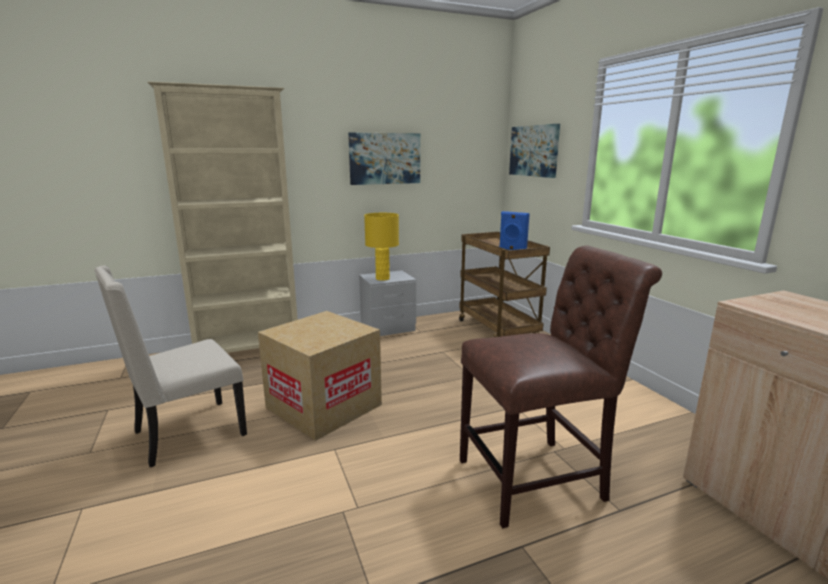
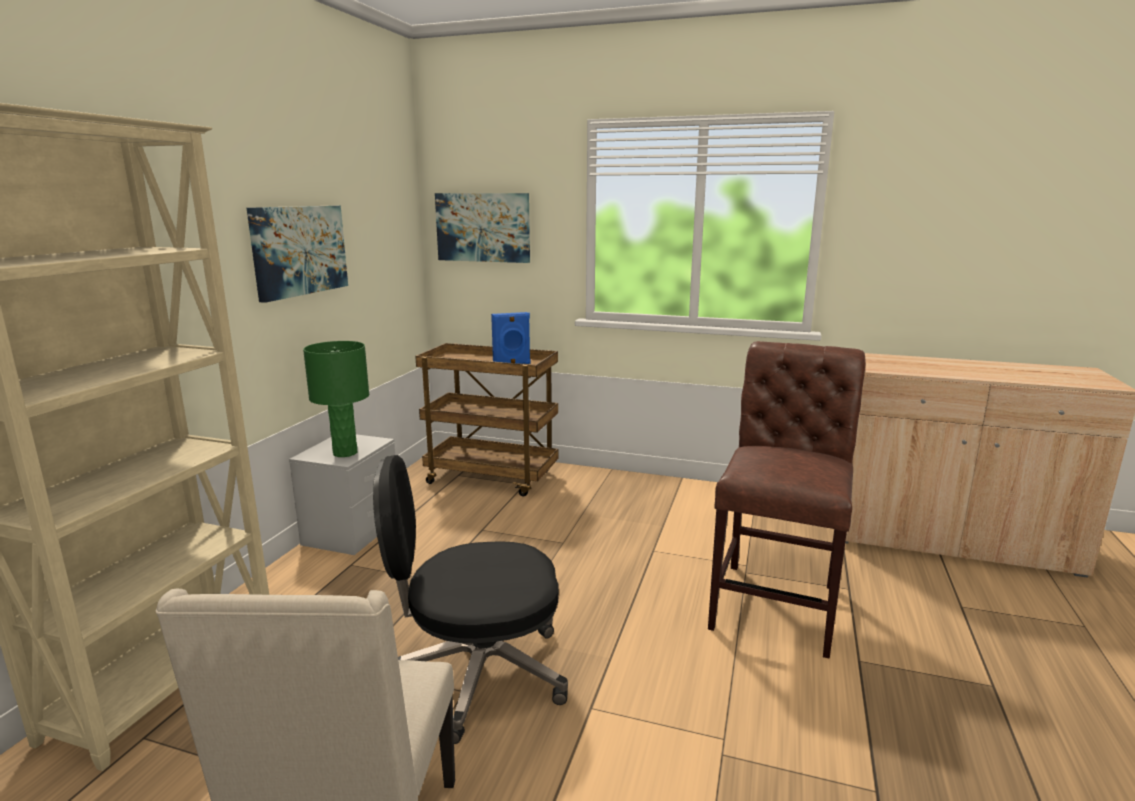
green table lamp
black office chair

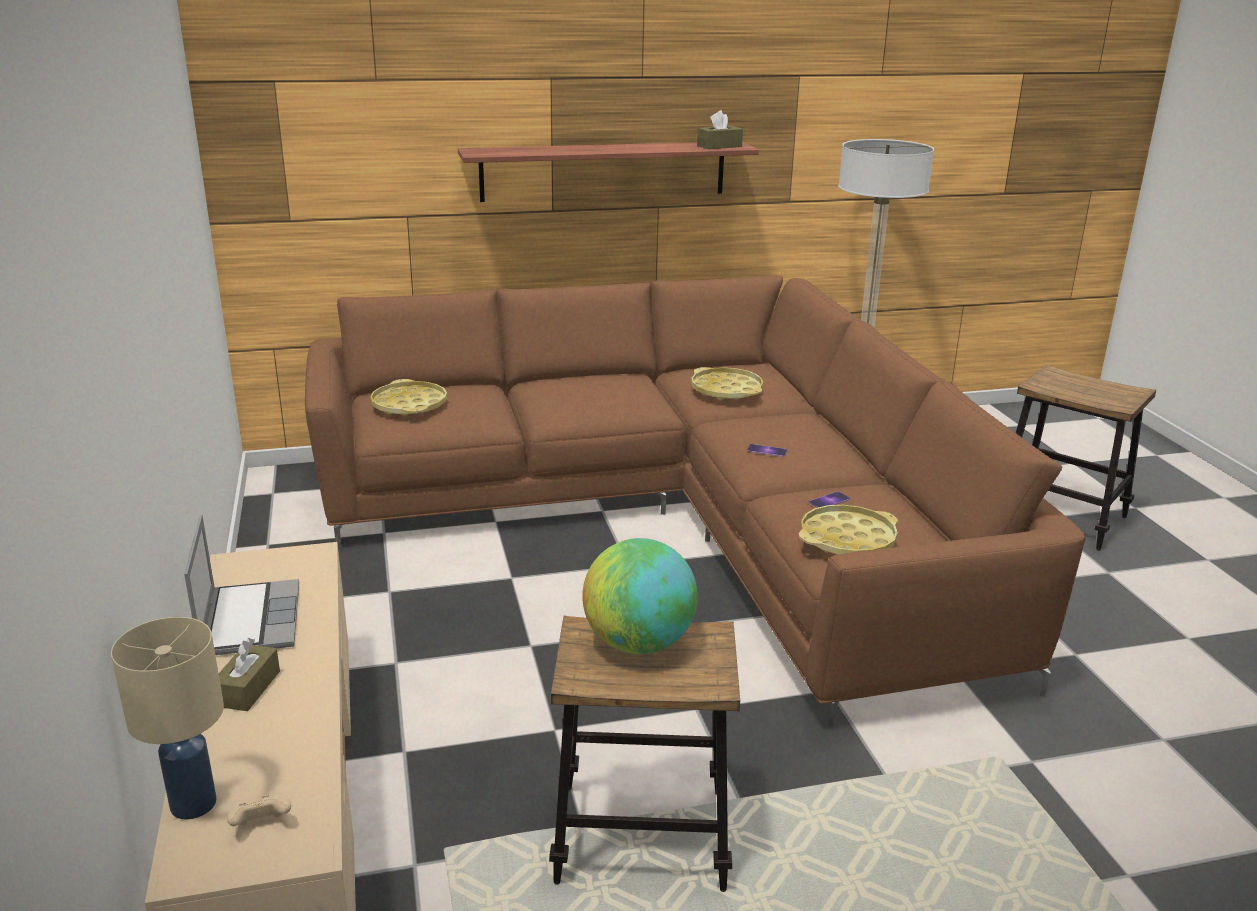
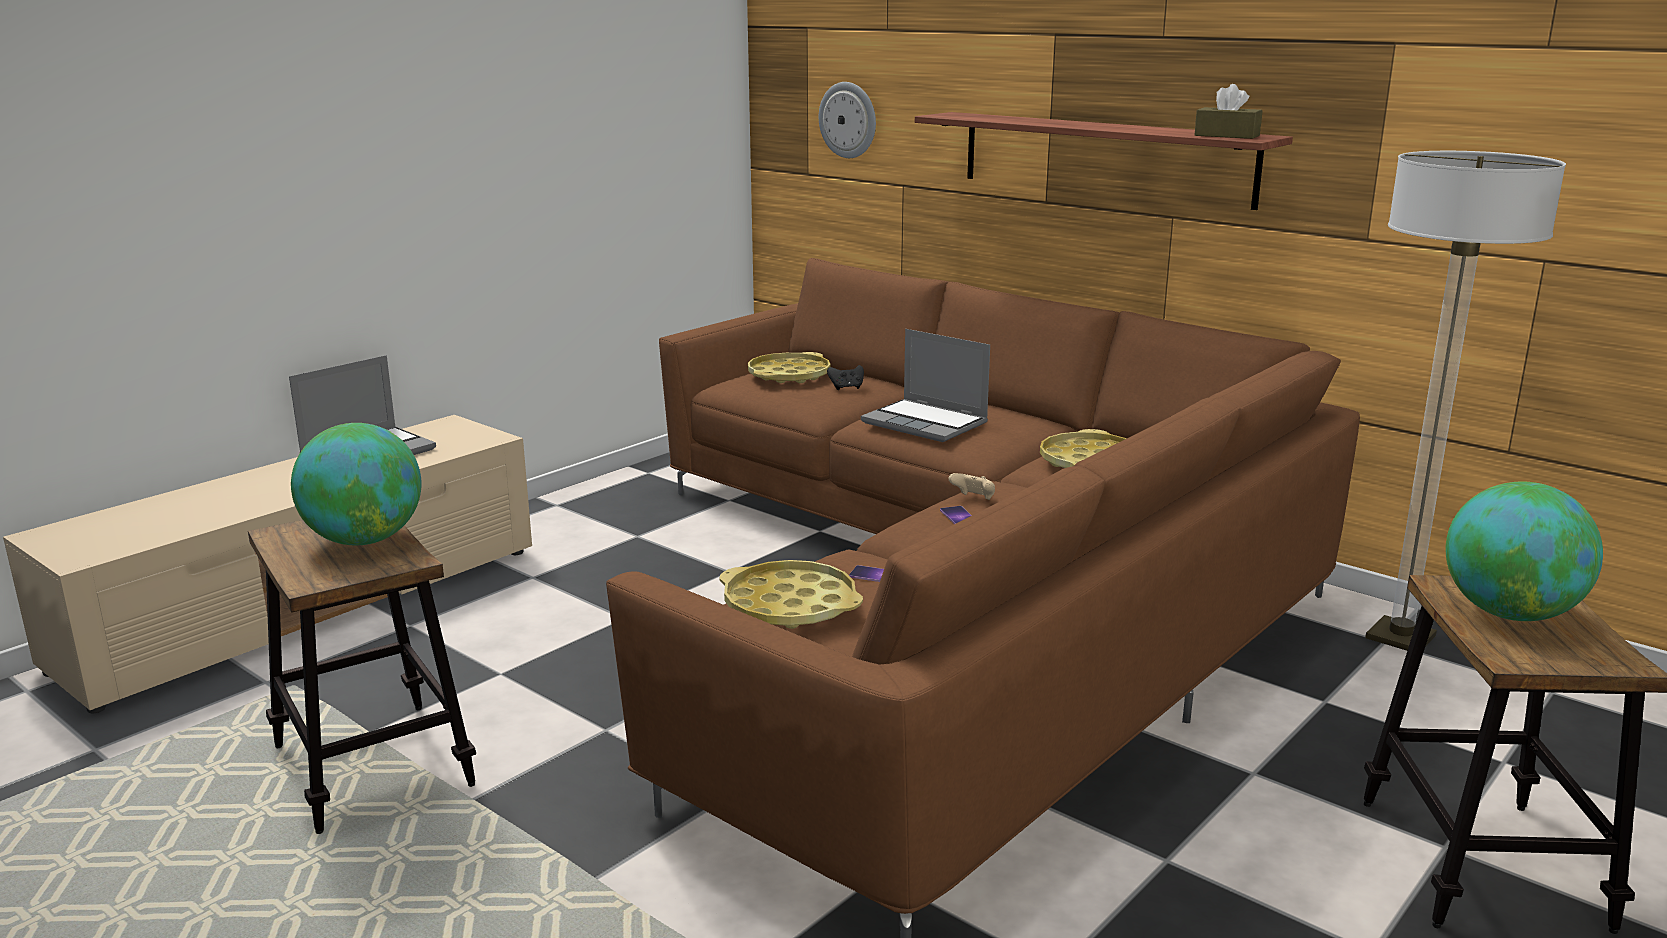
beige table lamp
brown tissue box (no. 1 from left in the first image)
beige game controller
wall clock
laptop (no. 2 from left)
black game controller
globe (no. 2 from left)

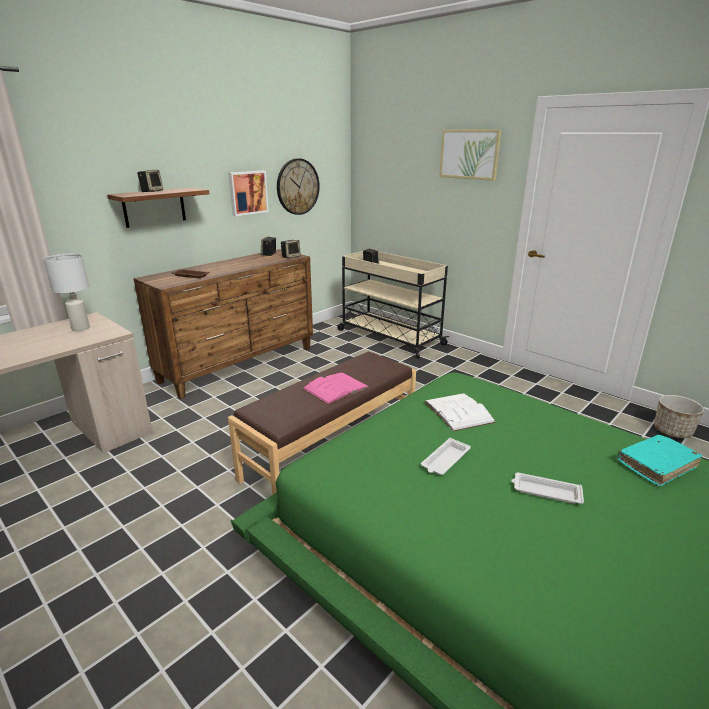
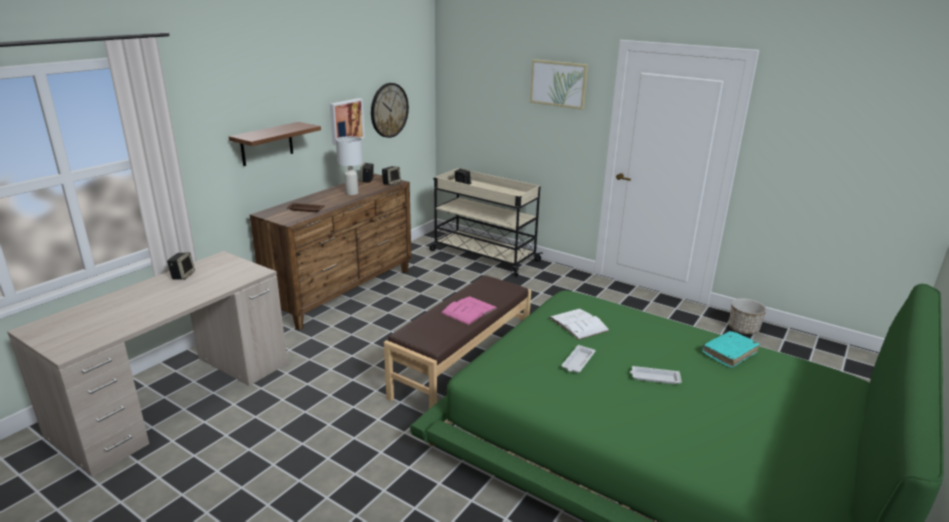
speaker (no. 1 from left)
white table lamp

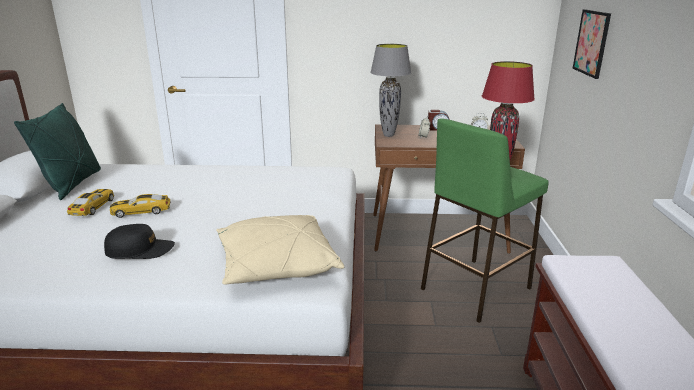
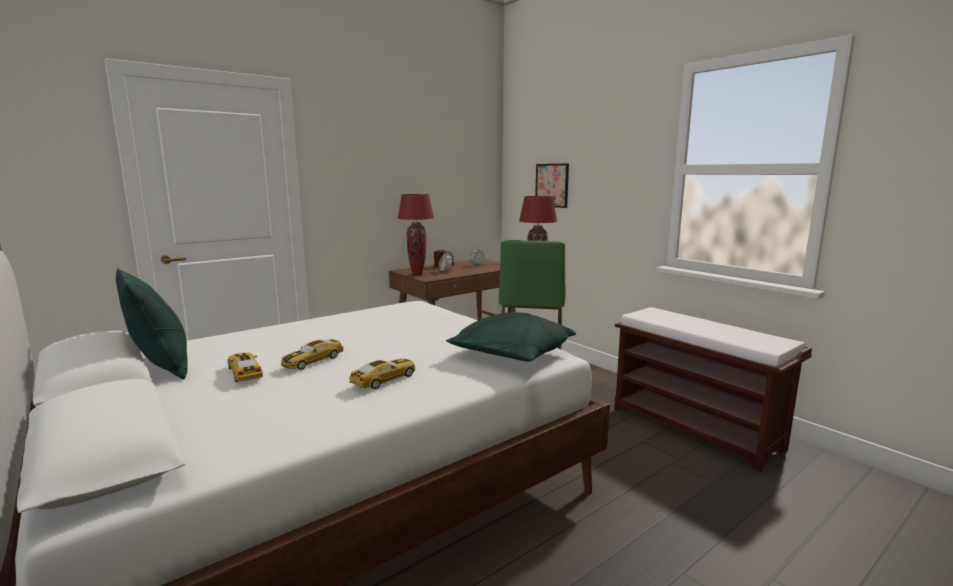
red table lamp (no. 1 from left)
green pillow (no. 2 from left)
toy car (no. 3 from left)

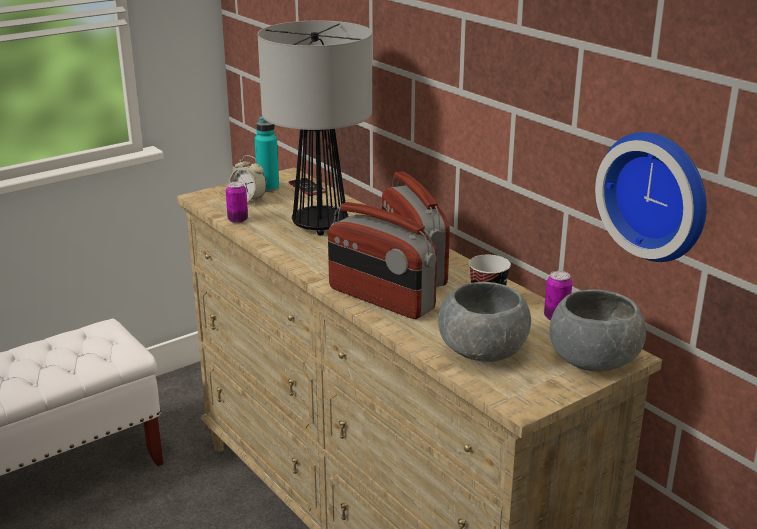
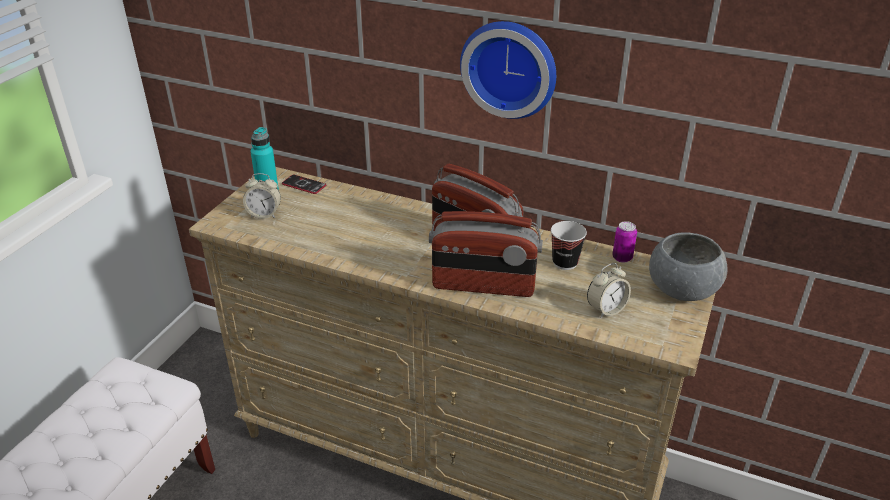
table lamp
wall clock
can (no. 1 from left in the first image)
alarm clock (no. 2 from left)

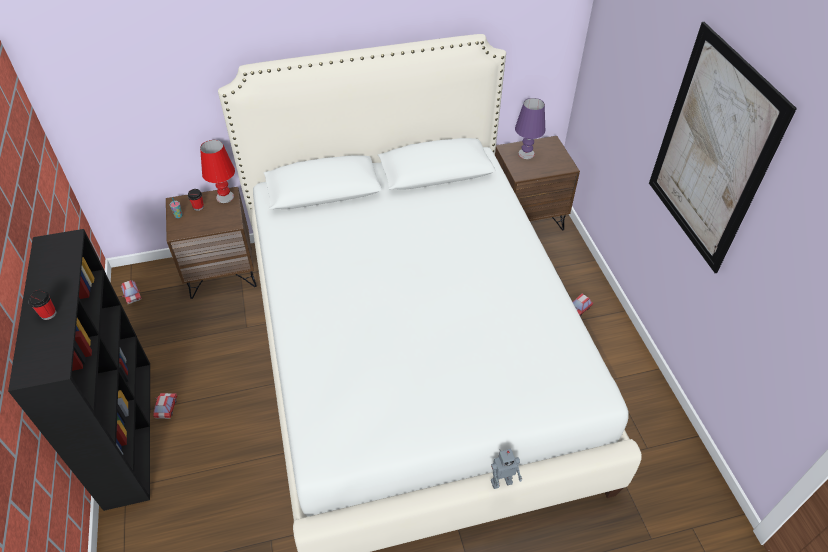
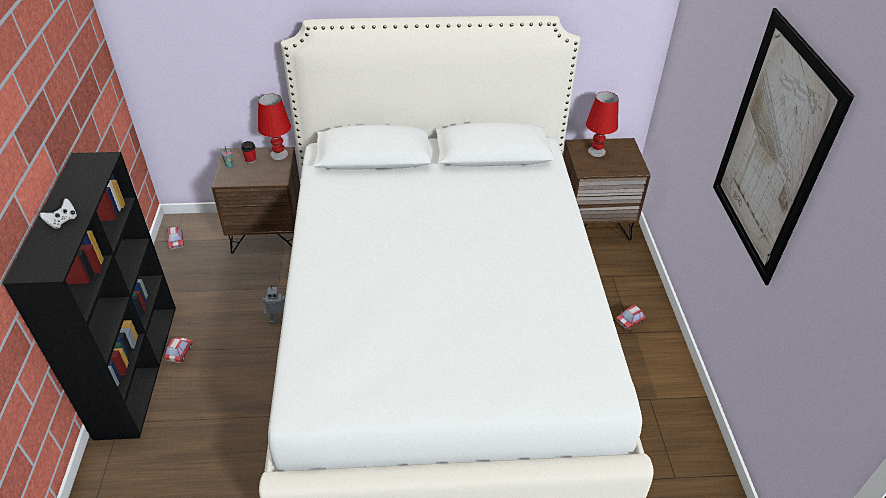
red table lamp (no. 2 from left)
white game controller
toy robot

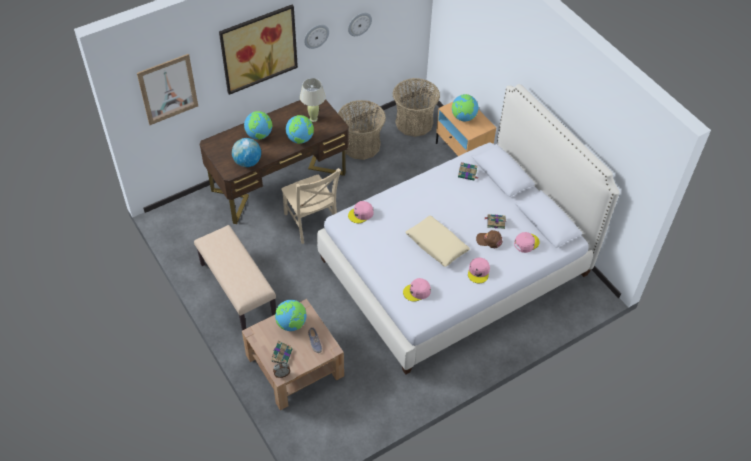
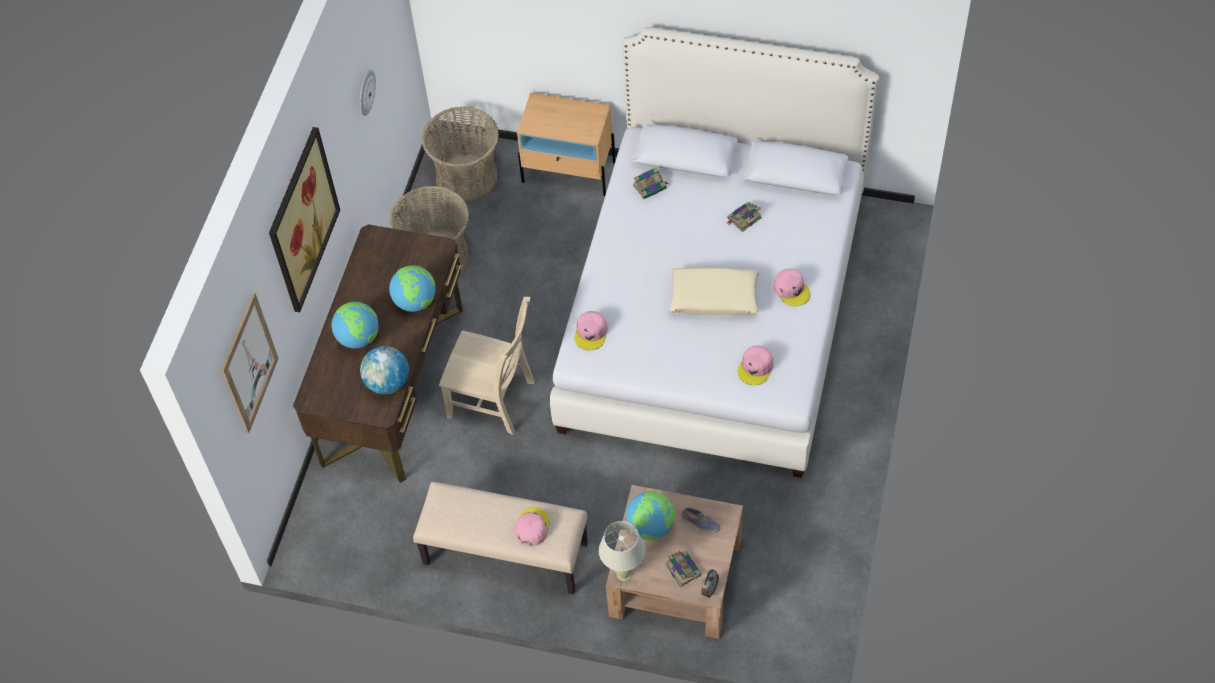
wall clock (no. 1 from left in the first image)
beige table lamp
globe (no. 5 from left in the first image)
brown cap
pink cap (no. 1 from left)

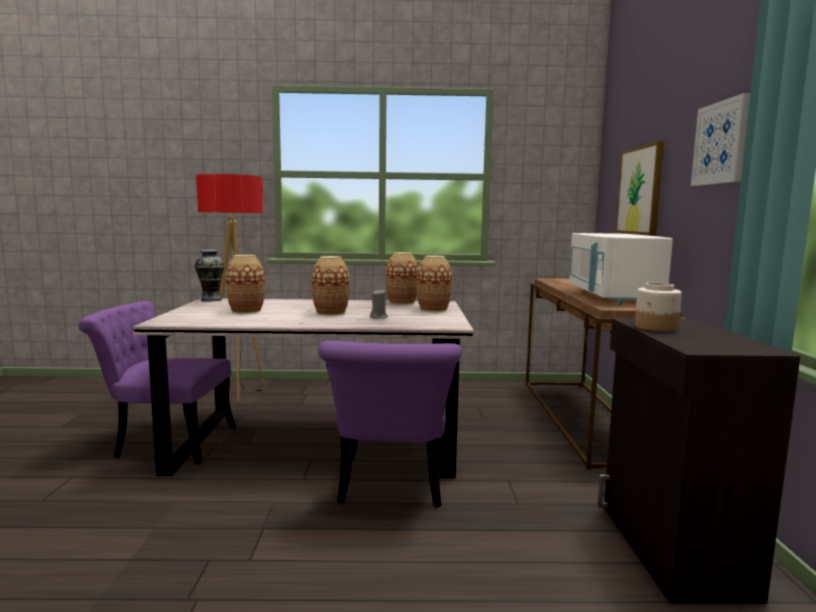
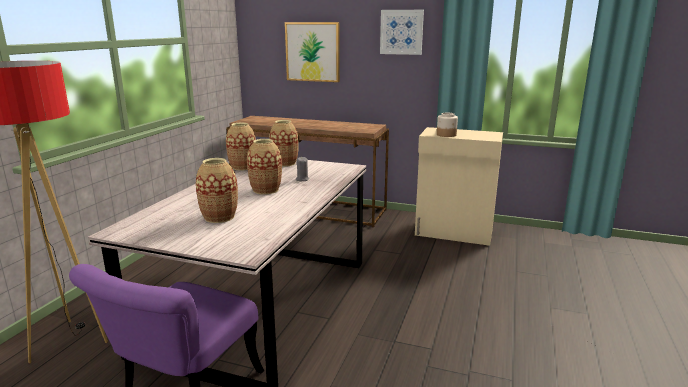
white microwave
vase (no. 1 from left in the first image)
beige cabinet
purple chair (no. 2 from left in the first image)

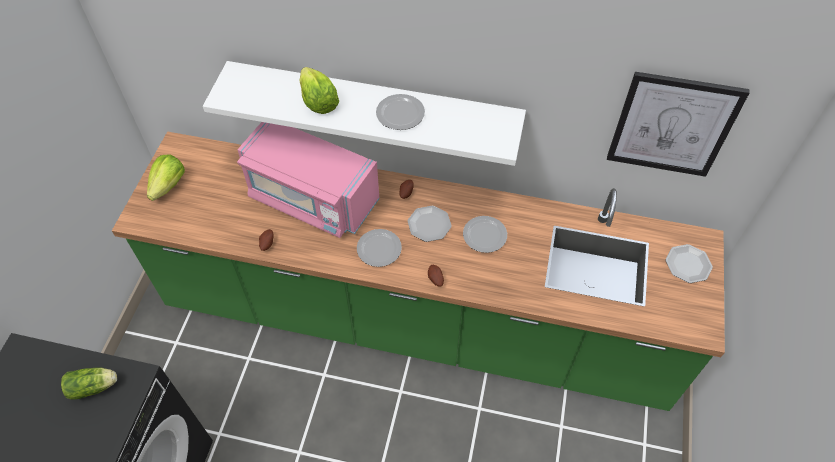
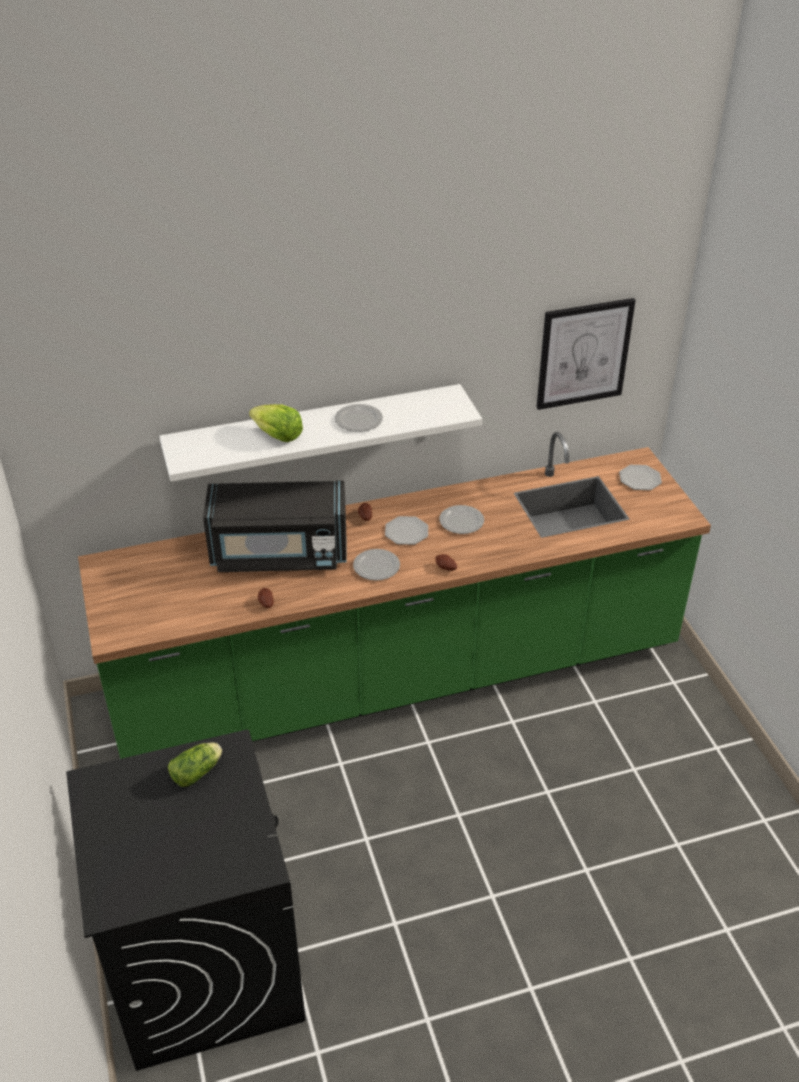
black microwave
lettuce (no. 2 from left in the first image)

